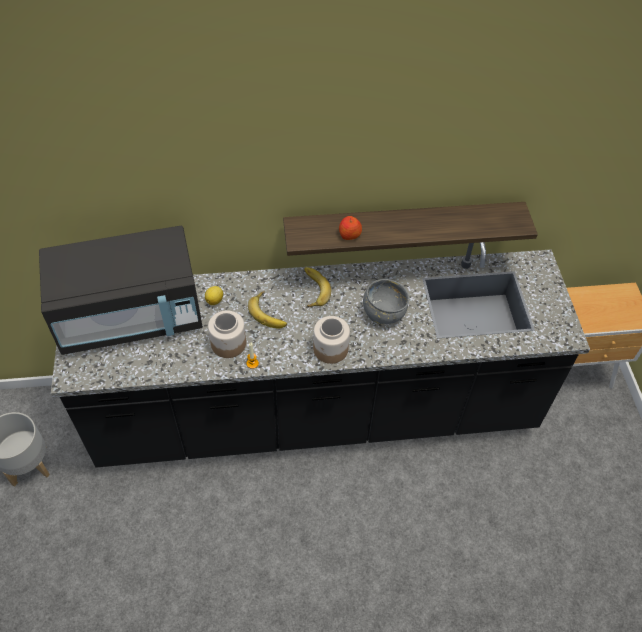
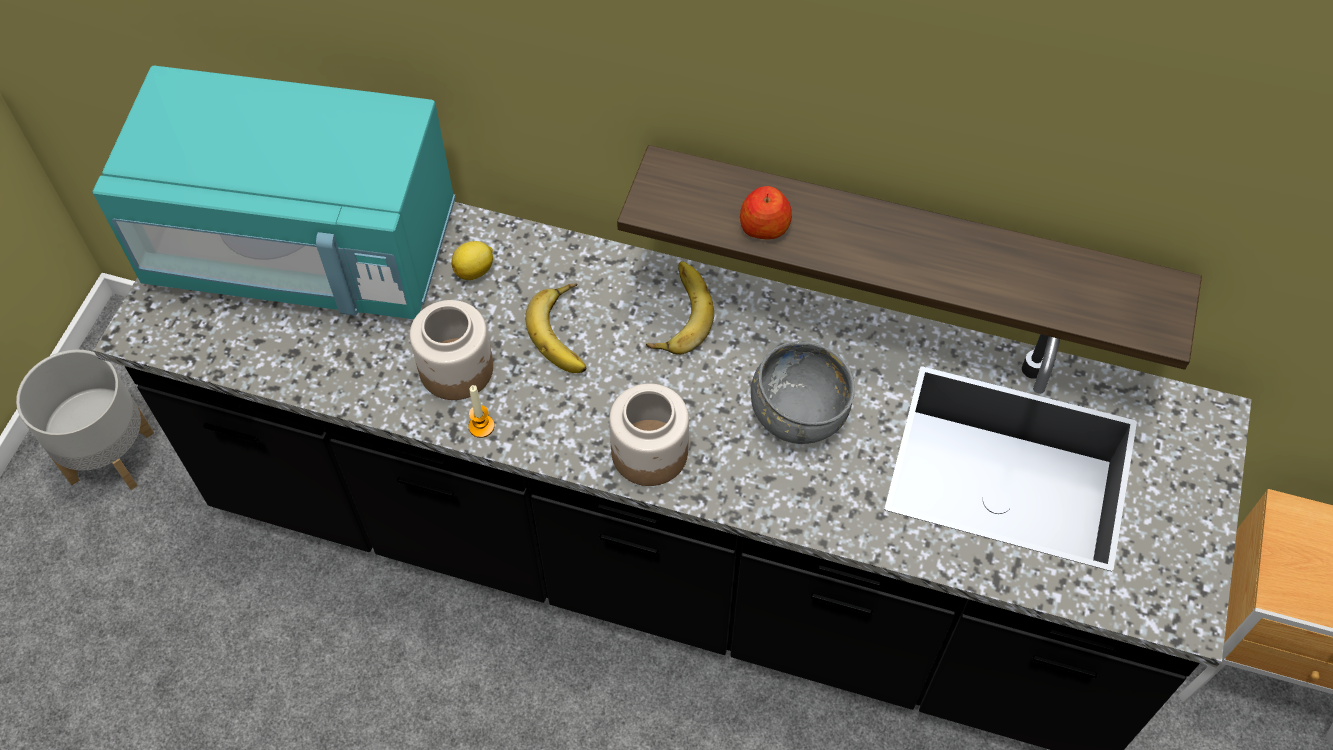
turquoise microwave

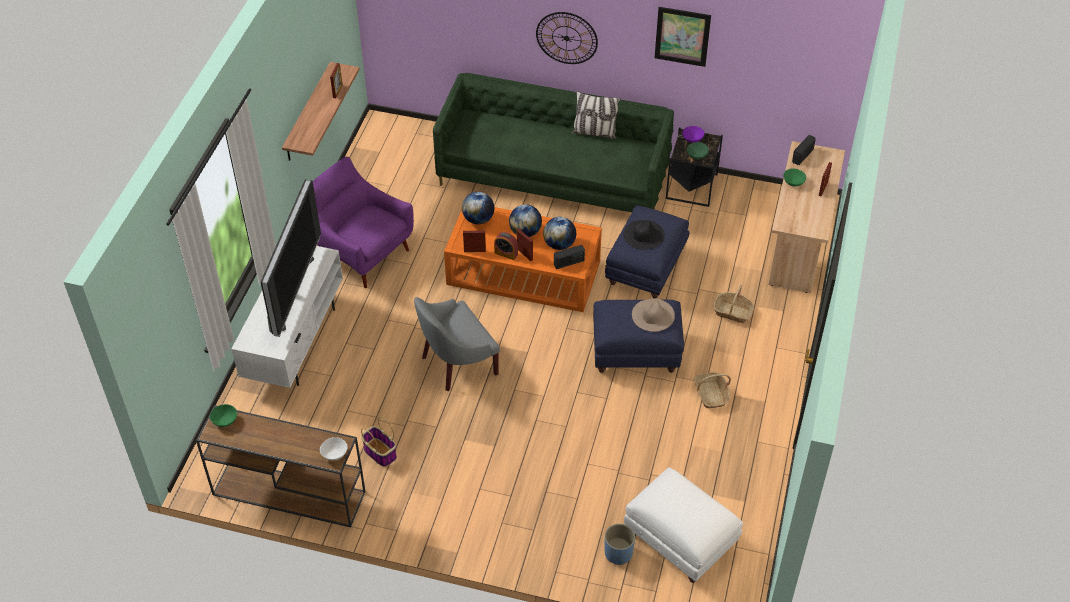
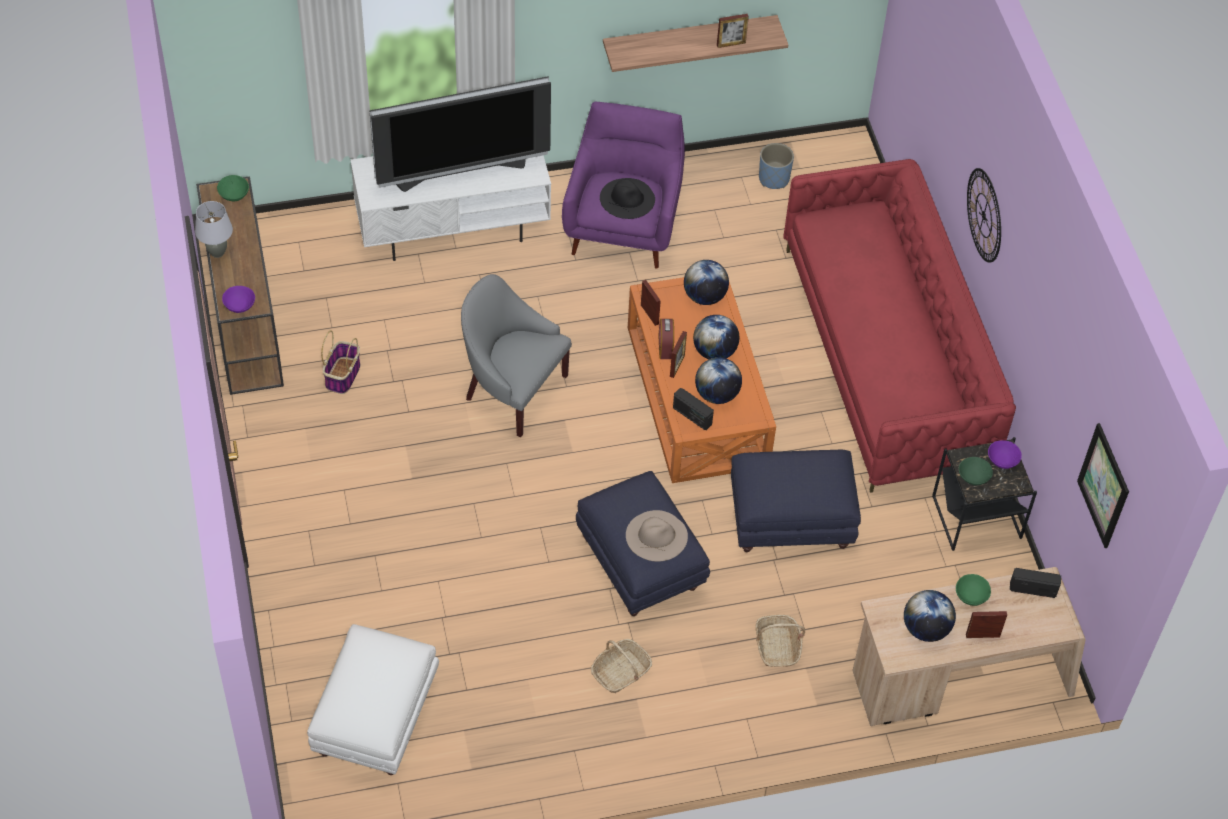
picture
red sofa
pillow
black hat
purple bowl (no. 1 from left)
blue planter
grey table lamp
globe (no. 4 from left)

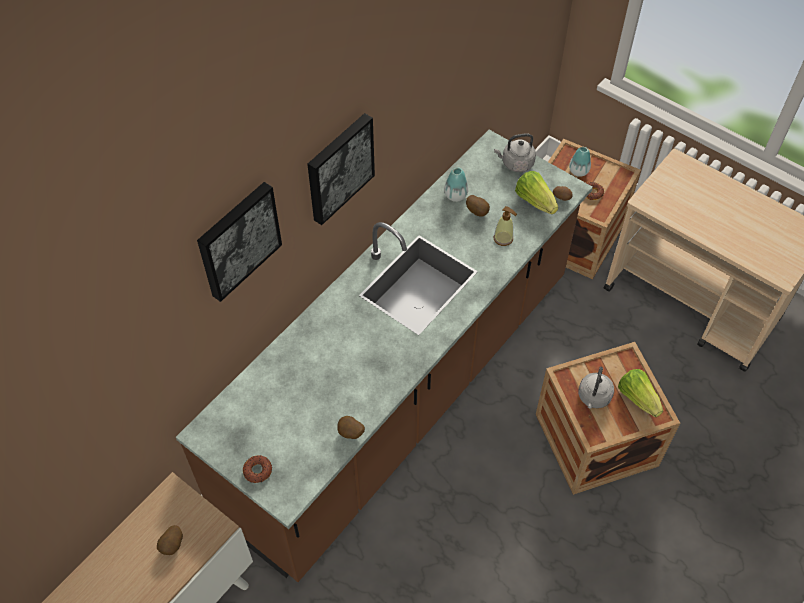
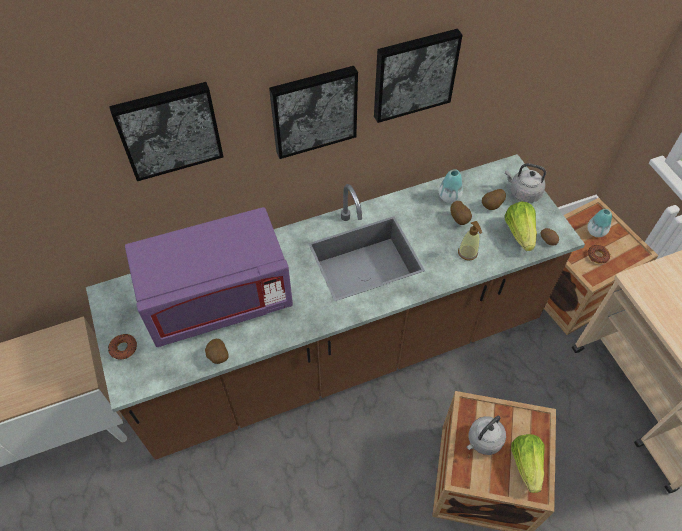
potato (no. 3 from left)
picture (no. 3 from left)
purple microwave

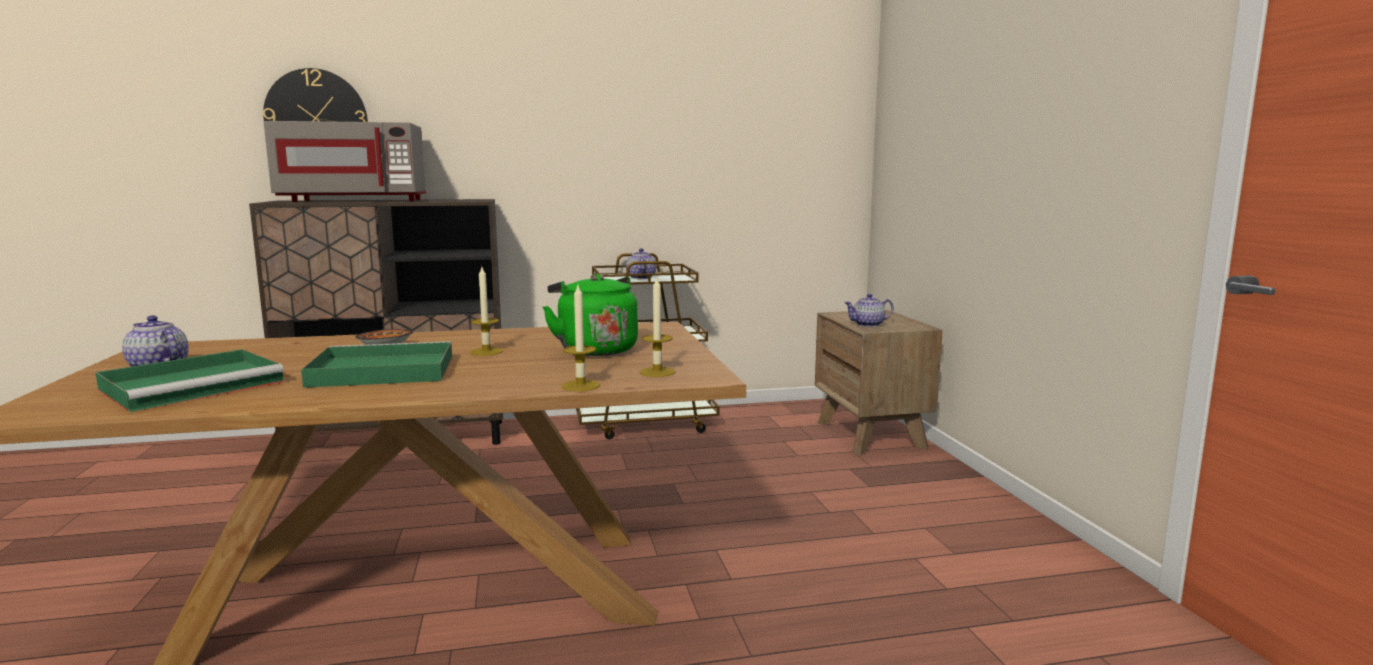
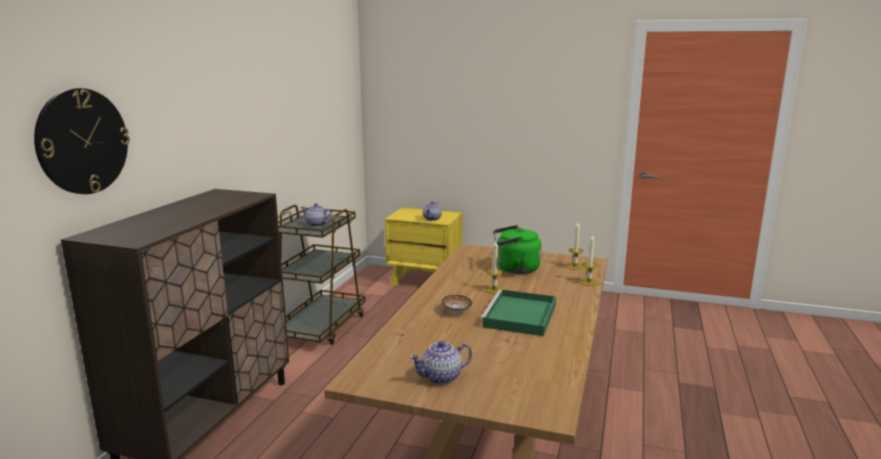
grey microwave
yellow nightstand
green tray (no. 1 from left in the first image)

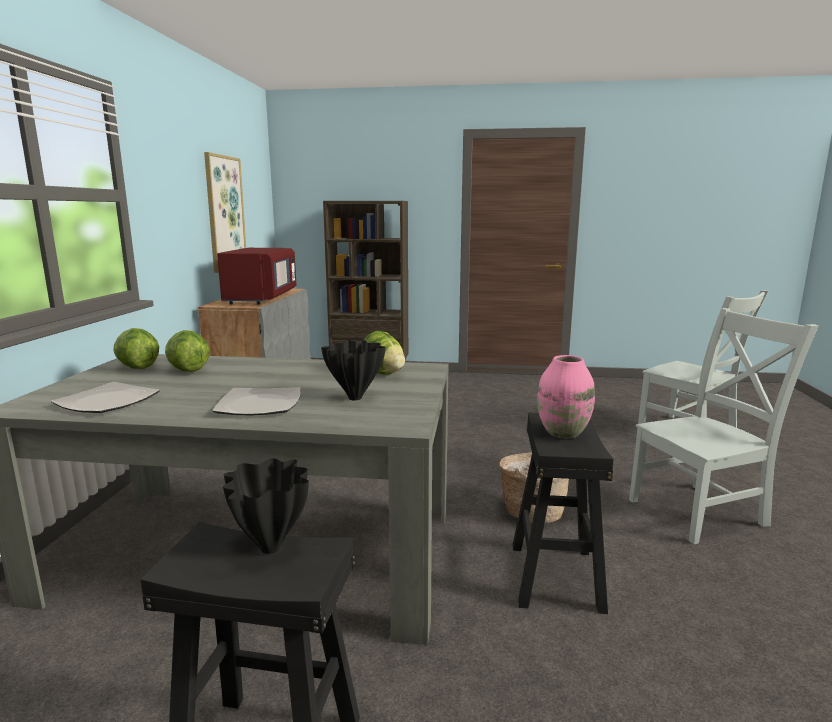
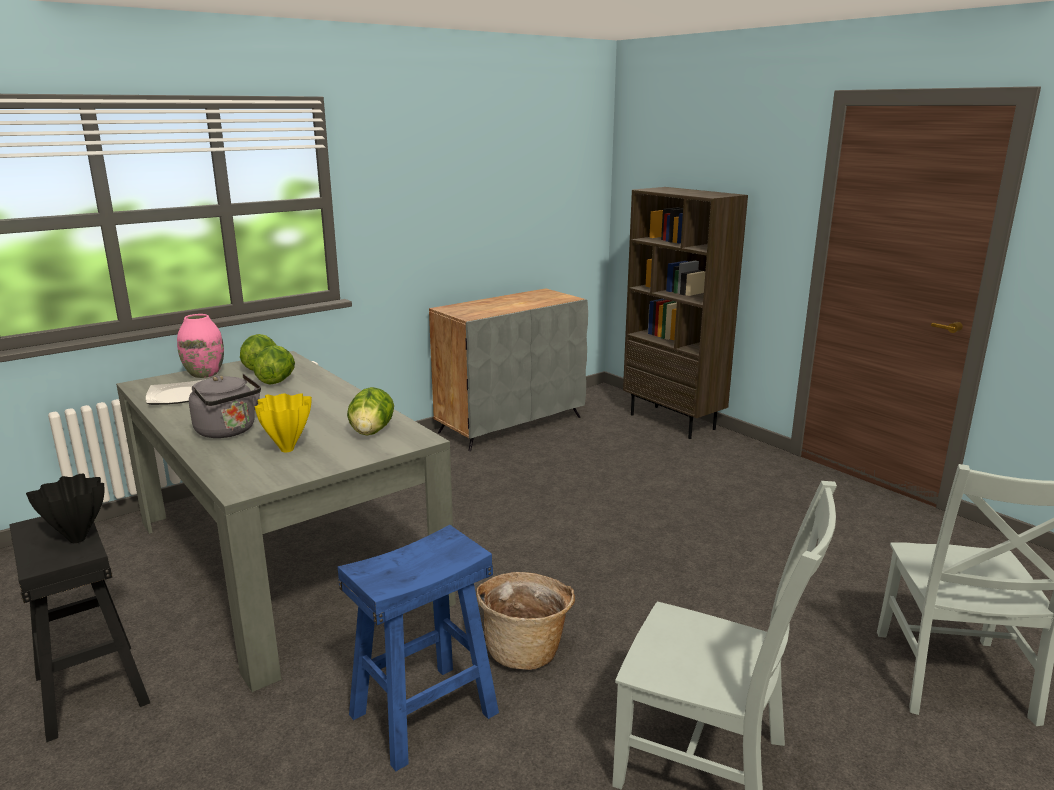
picture
red microwave
yellow vase
pink vase
grey kettle
blue stool

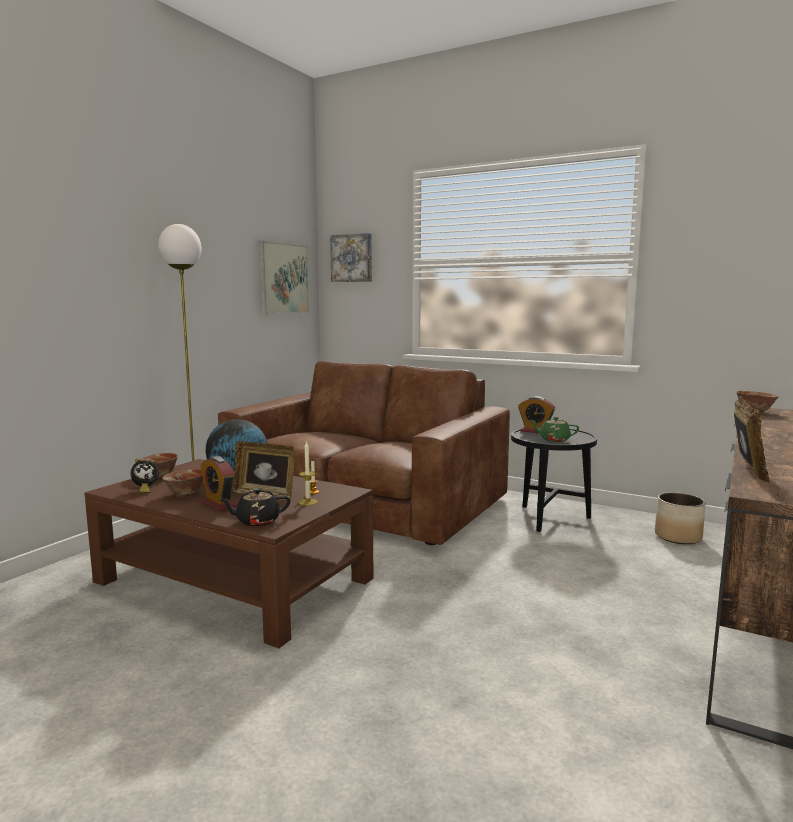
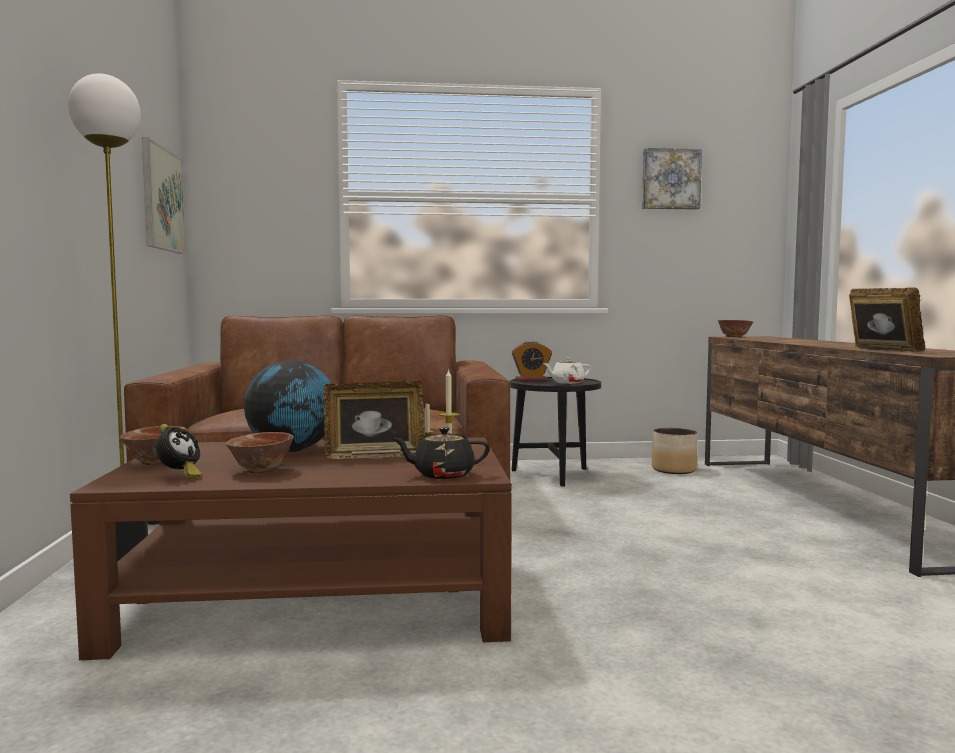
picture (no. 2 from left)
white teapot
alarm clock (no. 2 from left in the first image)
black teapot

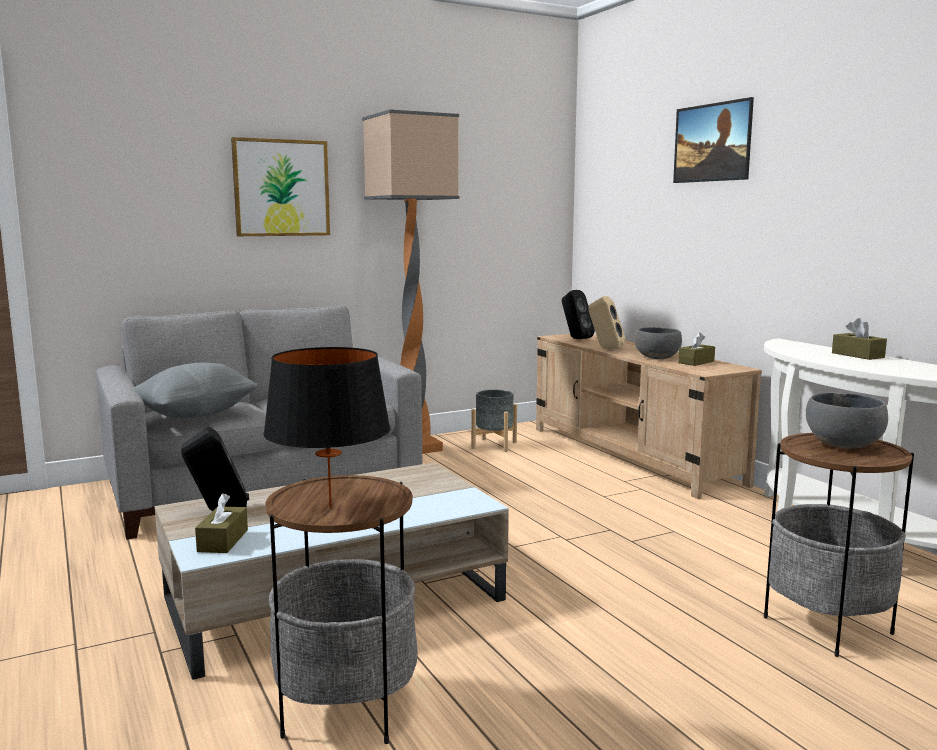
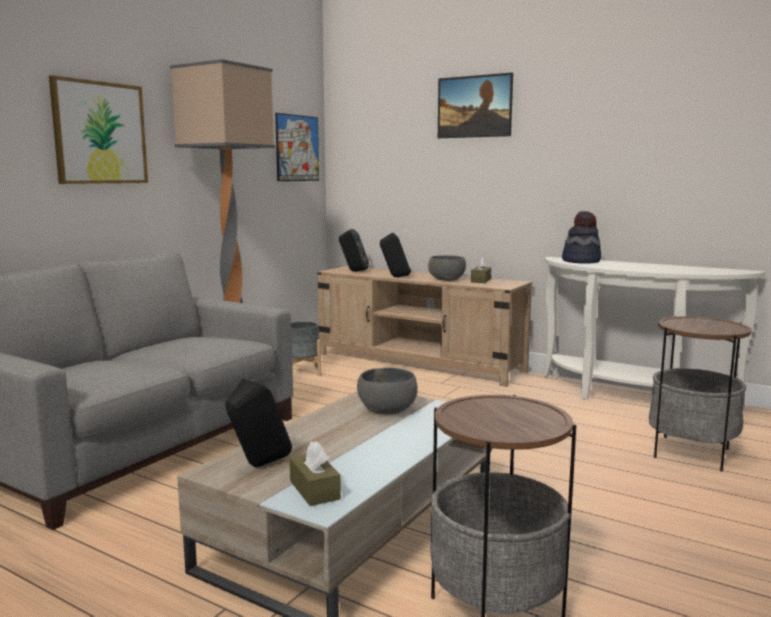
black speaker (no. 3 from left)
brown tissue box (no. 3 from left in the first image)
black table lamp
grey pillow
grey bowl (no. 1 from left)
picture (no. 2 from left)
hat

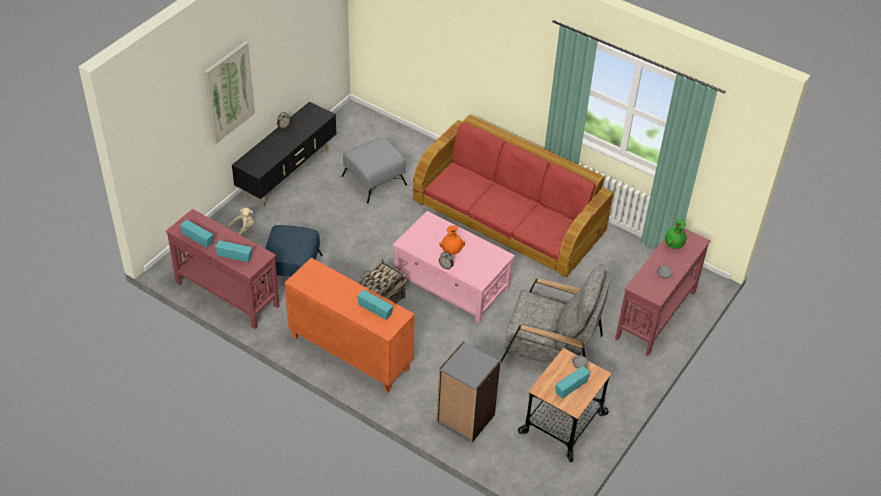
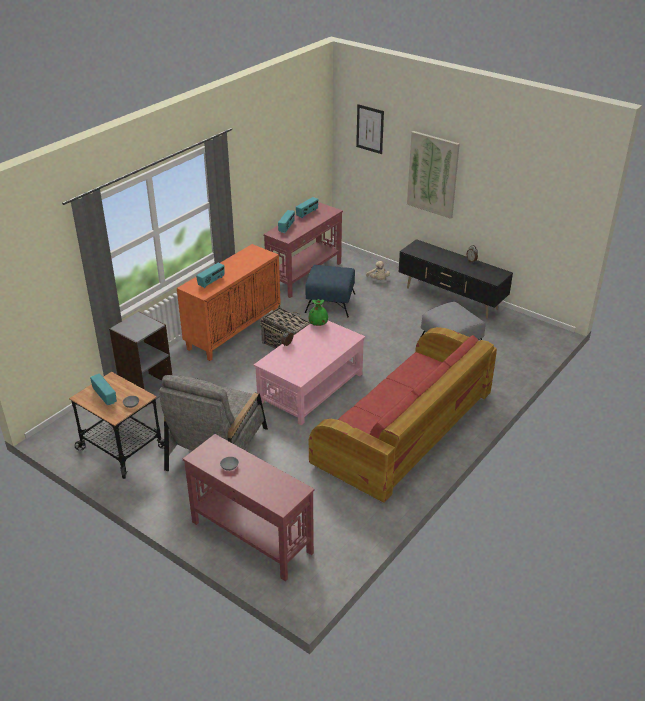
green vase
orange vase
picture (no. 1 from left)

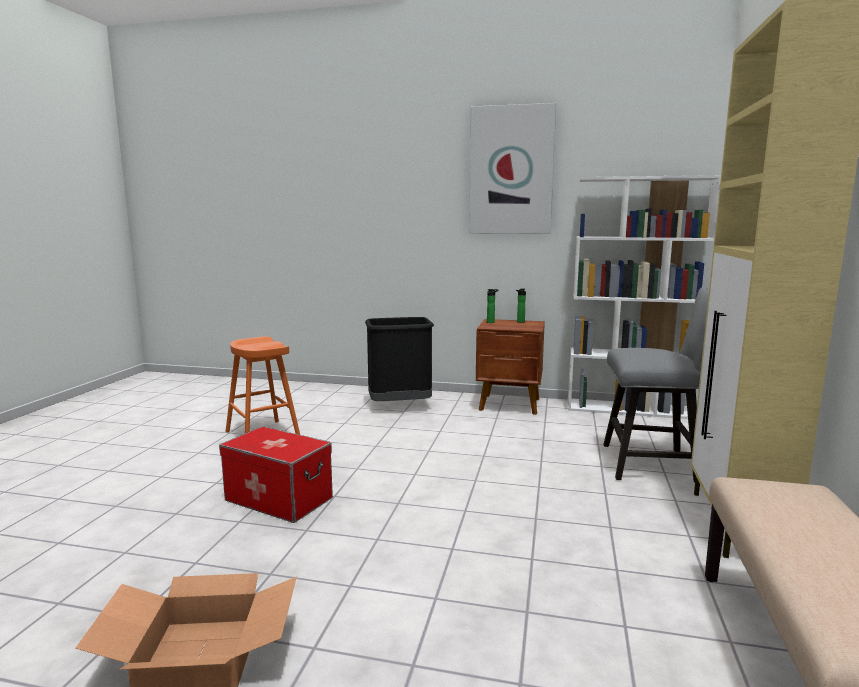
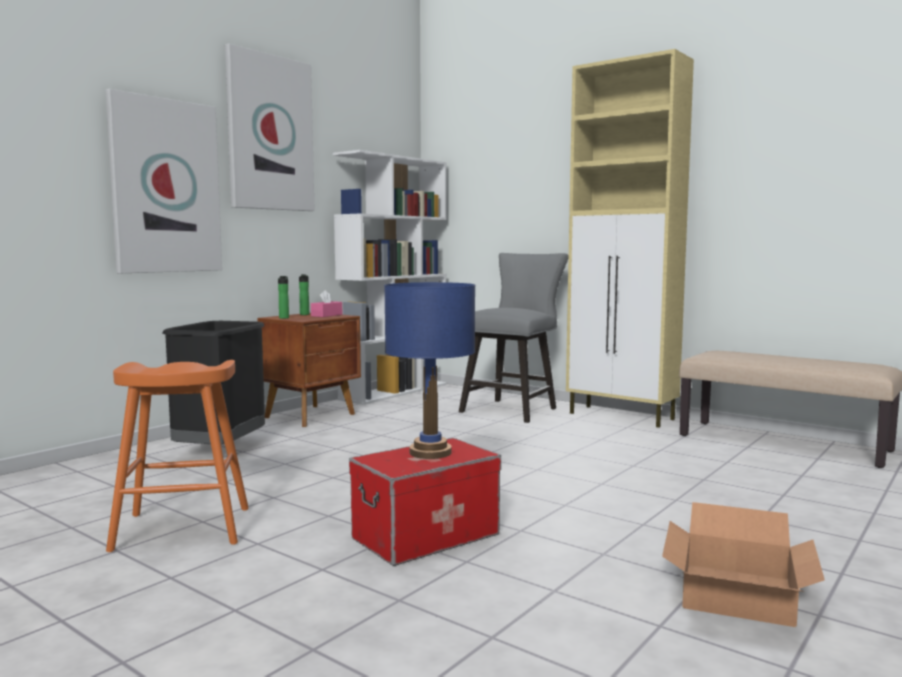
picture (no. 1 from left)
blue table lamp
pink tissue box

